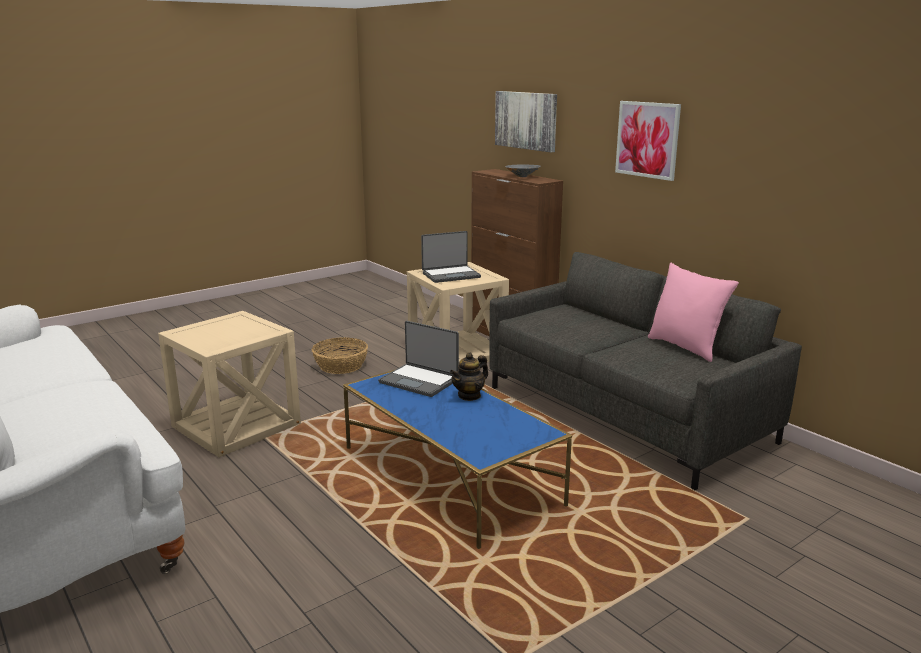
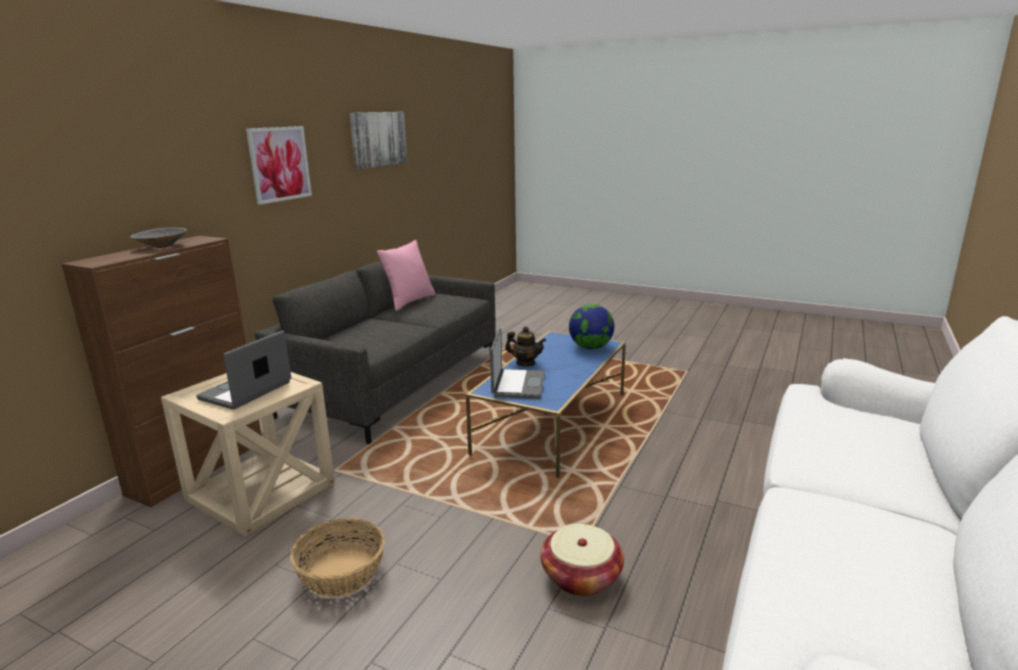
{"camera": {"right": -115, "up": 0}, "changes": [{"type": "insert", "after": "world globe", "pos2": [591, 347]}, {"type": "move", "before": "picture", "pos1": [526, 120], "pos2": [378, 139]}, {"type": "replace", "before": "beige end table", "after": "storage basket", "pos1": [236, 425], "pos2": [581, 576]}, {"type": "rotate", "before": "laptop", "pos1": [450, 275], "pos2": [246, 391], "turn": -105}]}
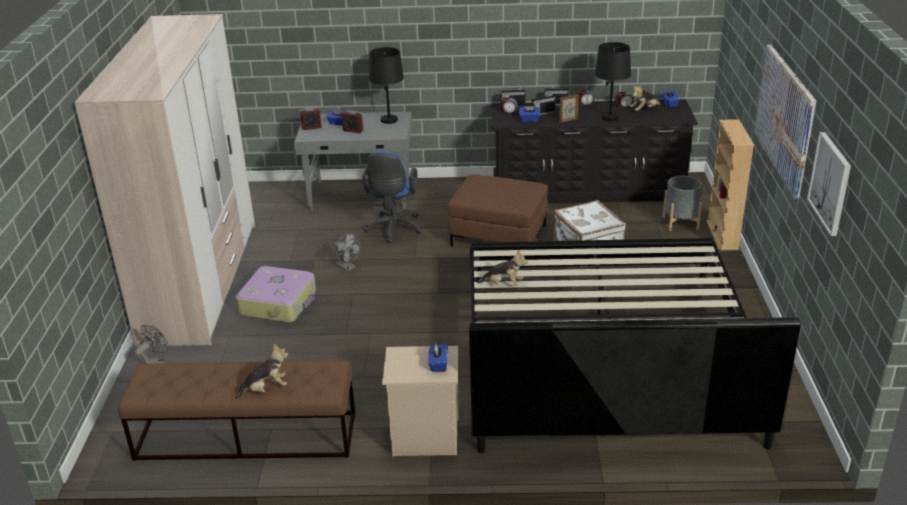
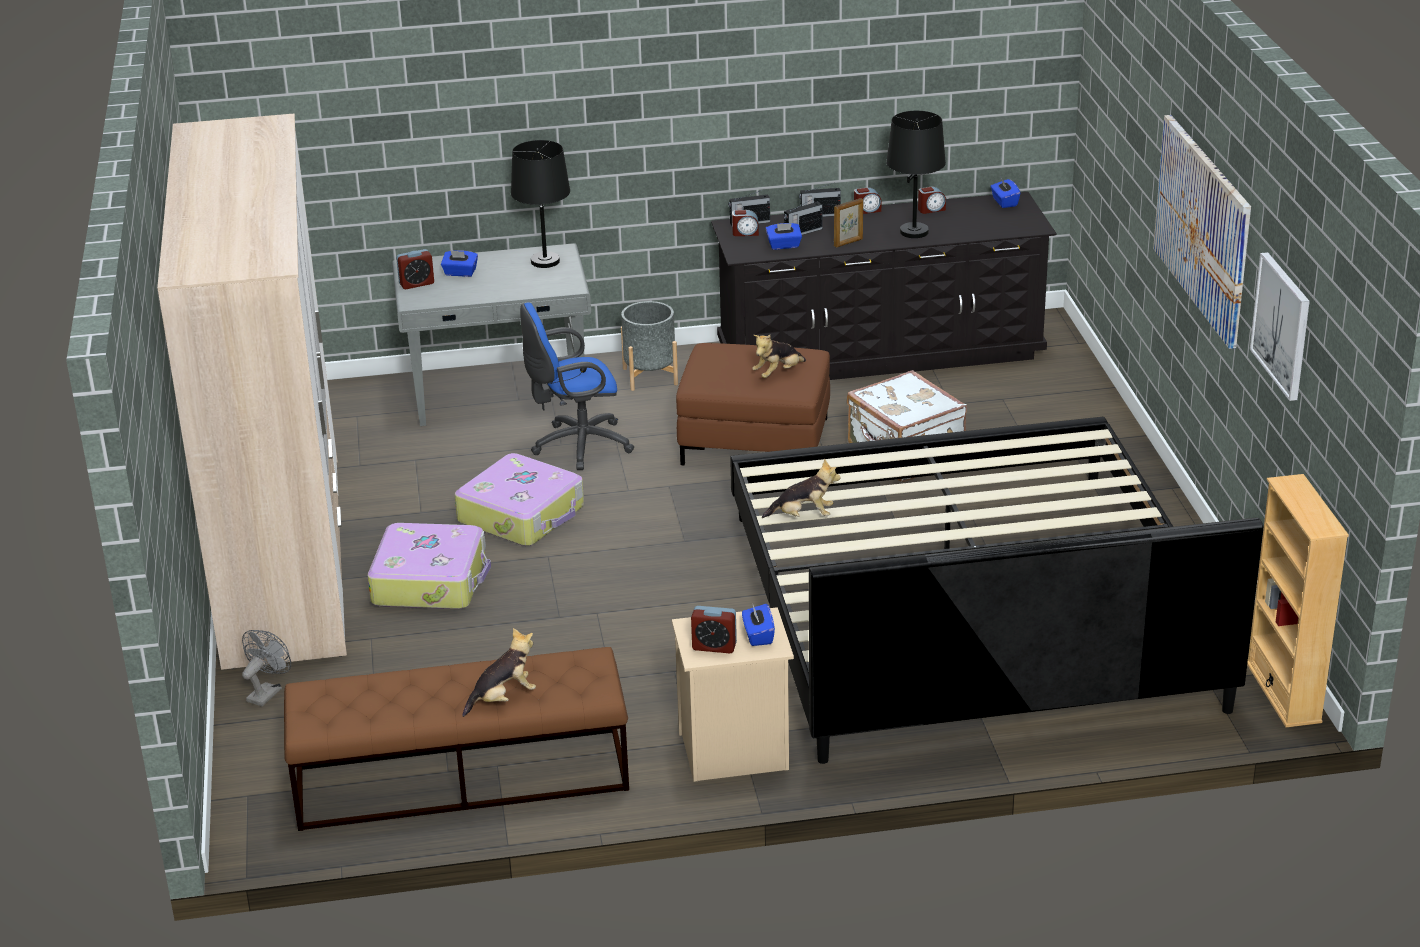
{"camera": {"right": -10, "up": 0}, "changes": [{"type": "move", "before": "table clock", "pos1": [353, 130], "pos2": [714, 646]}, {"type": "move", "before": "cuddly toy", "pos1": [644, 110], "pos2": [778, 373]}, {"type": "move", "before": "gray flower pot", "pos1": [680, 223], "pos2": [650, 376]}, {"type": "move", "before": "beige shelving unit", "pos1": [722, 235], "pos2": [1283, 692]}, {"type": "replace", "before": "gray electric fan", "after": "piece of luggage", "pos1": [347, 267], "pos2": [523, 514]}, {"type": "rotate", "before": "blue-coloured computer chair", "pos1": [393, 229], "pos2": [577, 446], "turn": 75}]}
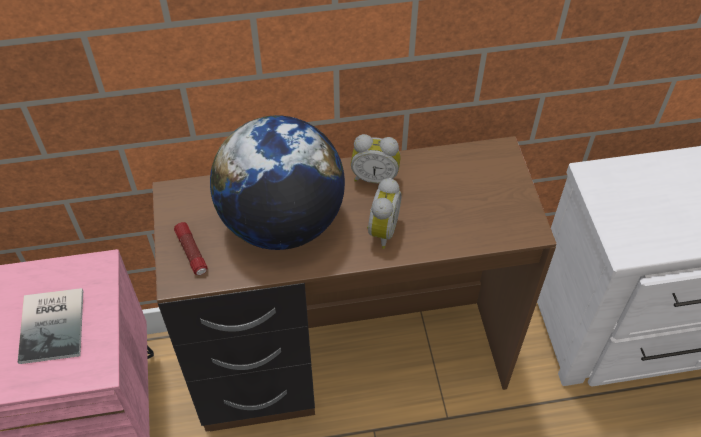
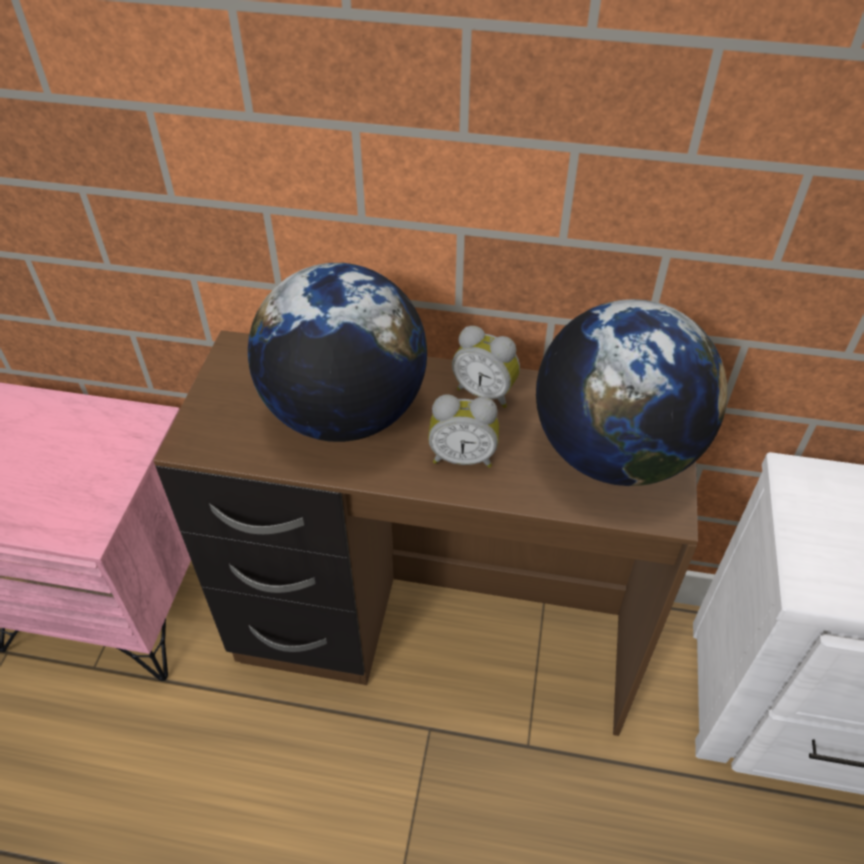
{"camera": {"right": 20, "up": -5}, "changes": [{"type": "delete", "before": "book", "pos1": [54, 324]}, {"type": "delete", "before": "flashlight", "pos1": [192, 253]}, {"type": "insert", "after": "world globe", "pos2": [614, 452]}, {"type": "rotate", "before": "table clock", "pos1": [380, 230], "pos2": [463, 456], "turn": 60}]}
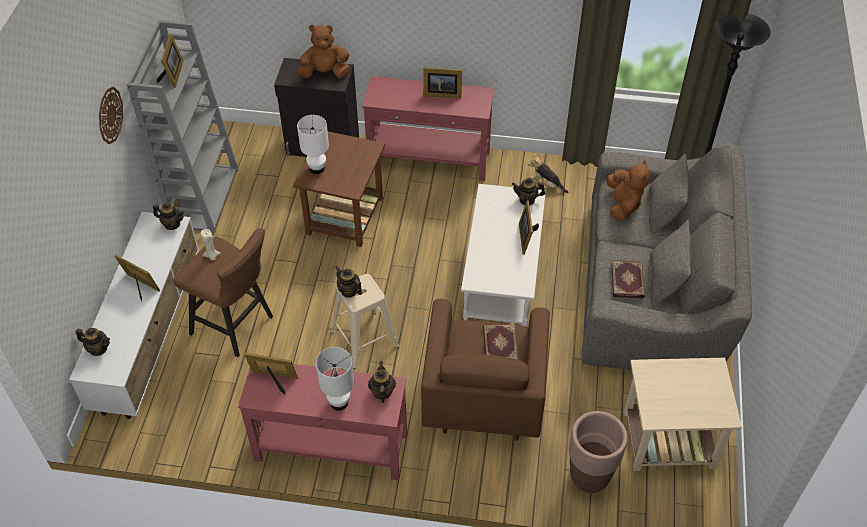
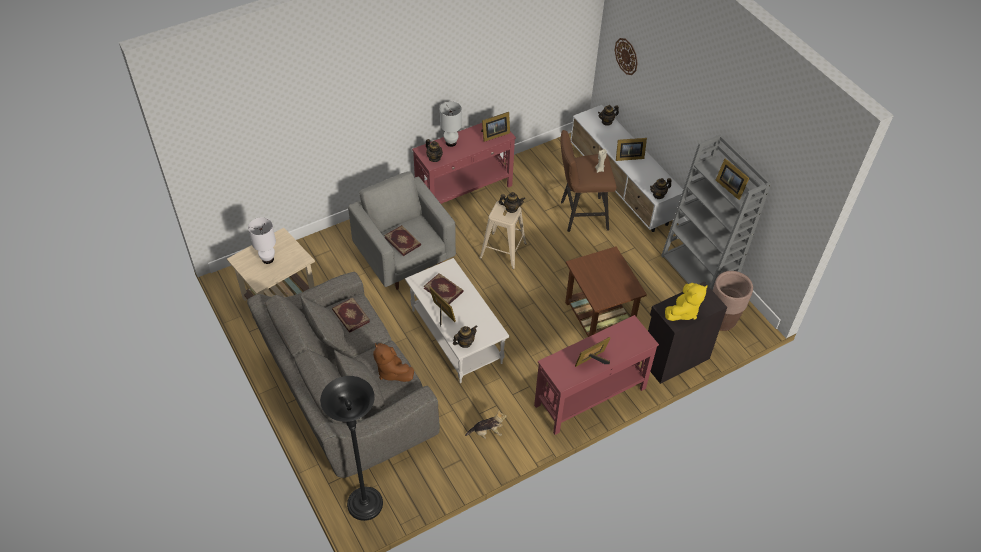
{"camera": {"right": 140, "up": 0}, "changes": [{"type": "insert", "after": "book", "pos2": [444, 290]}, {"type": "move", "before": "hanging clock", "pos1": [110, 115], "pos2": [626, 56]}, {"type": "move", "before": "white table lamp", "pos1": [317, 169], "pos2": [267, 259]}, {"type": "move", "before": "brown flower pot", "pos1": [589, 476], "pos2": [722, 321]}, {"type": "recolor", "before": "brown cuddly toy", "after": "yellow-coloured cuddly toy", "pos1": [325, 73], "pos2": [683, 311]}, {"type": "recolor", "before": "brown armchair", "after": "gray armchair", "pos1": [483, 400], "pos2": [404, 258]}]}
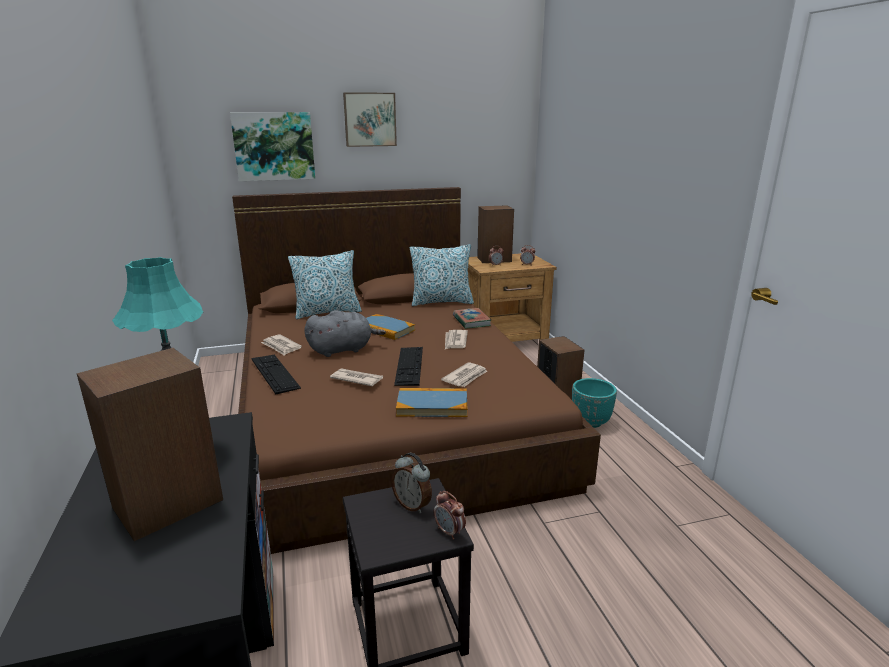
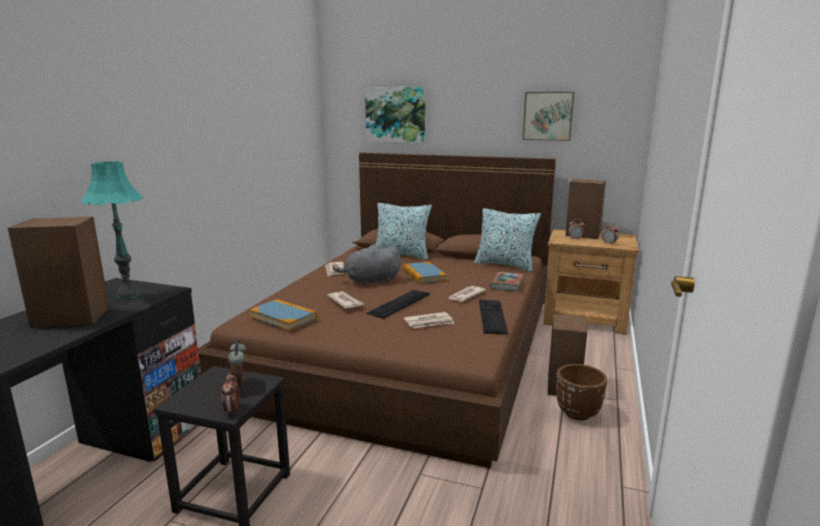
{"camera": {"right": 35, "up": -5}, "changes": [{"type": "move", "before": "PC keyboard", "pos1": [275, 373], "pos2": [492, 316]}, {"type": "move", "before": "picture", "pos1": [370, 119], "pos2": [548, 116]}, {"type": "move", "before": "book", "pos1": [432, 405], "pos2": [283, 317]}, {"type": "recolor", "before": "blue-green flower pot", "after": "brown flower pot", "pos1": [590, 422], "pos2": [577, 414]}, {"type": "rotate", "before": "gray cuddly toy", "pos1": [343, 349], "pos2": [370, 281], "turn": 150}]}
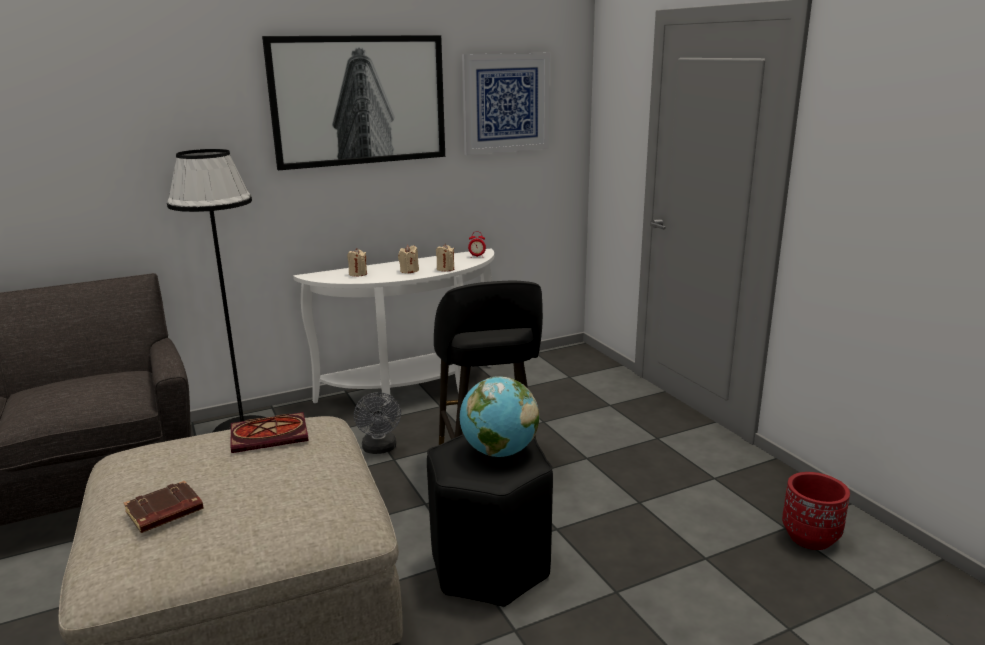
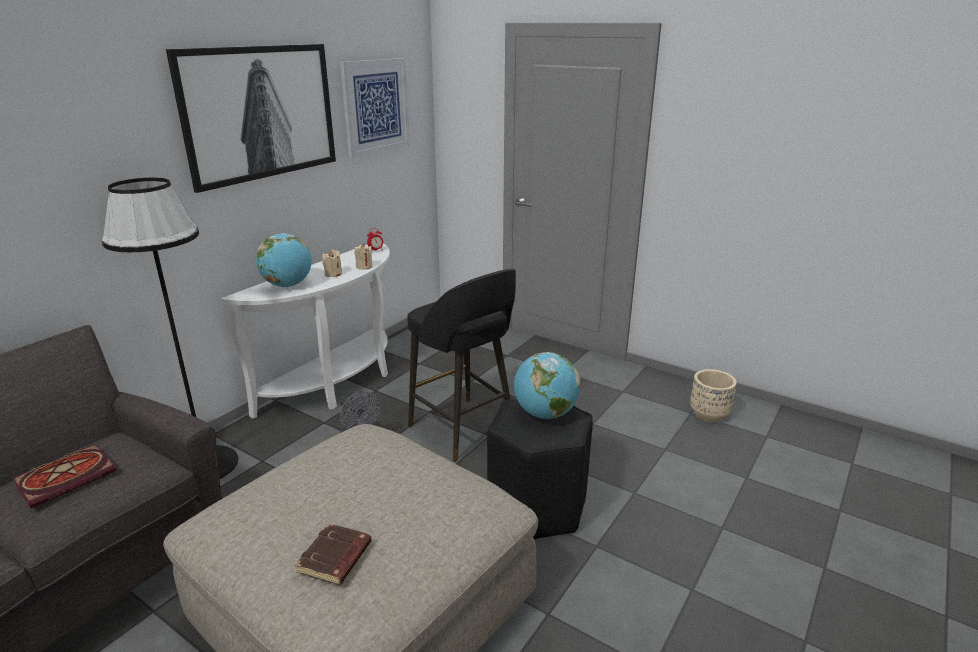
{"camera": {"right": -30, "up": 5}, "changes": [{"type": "move", "before": "book", "pos1": [271, 435], "pos2": [68, 476]}, {"type": "replace", "before": "beige wax light", "after": "world globe", "pos1": [358, 274], "pos2": [288, 285]}, {"type": "recolor", "before": "red-coloured flower pot", "after": "beige flower pot", "pos1": [810, 538], "pos2": [709, 414]}]}
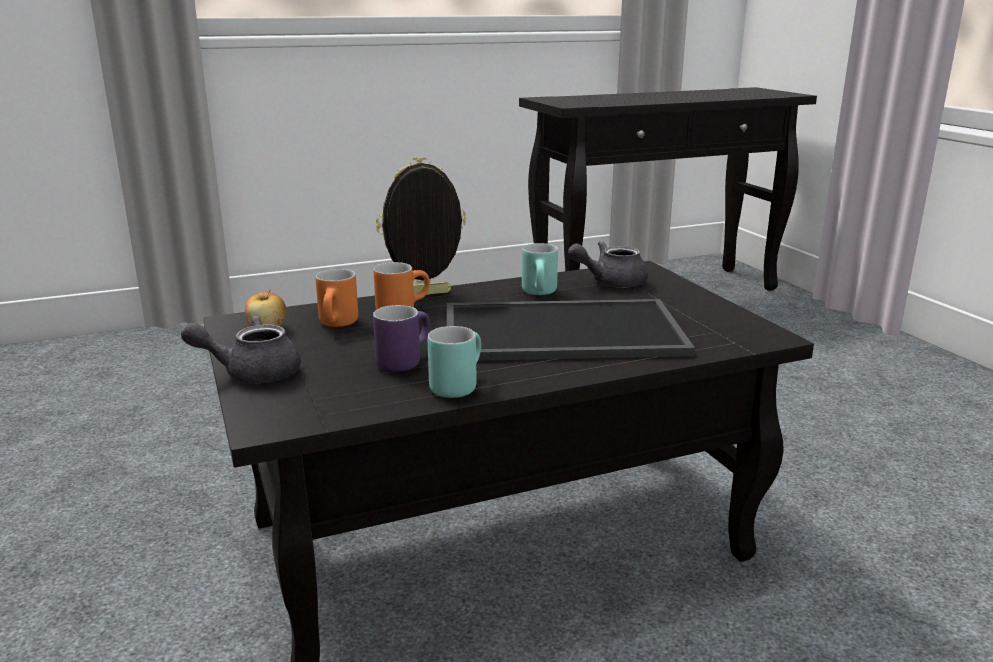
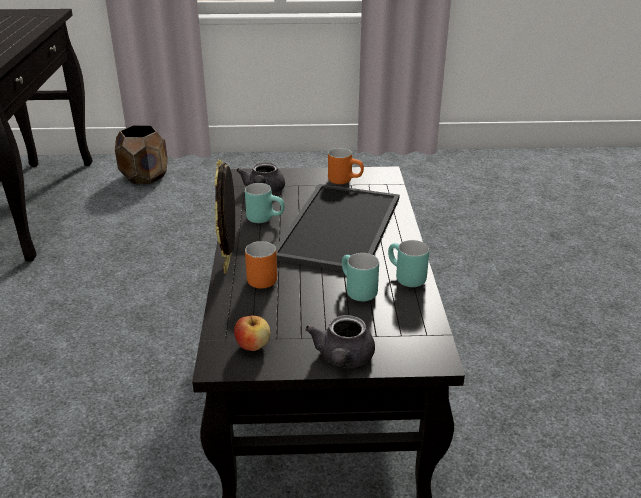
{"camera": {"right": -70, "up": 10}, "changes": [{"type": "insert", "after": "brown flower pot", "pos2": [145, 177]}, {"type": "move", "before": "orange coffee mug", "pos1": [339, 325], "pos2": [345, 180]}, {"type": "recolor", "before": "purple coffee mug", "after": "blue-green coffee mug", "pos1": [403, 360], "pos2": [355, 291]}]}
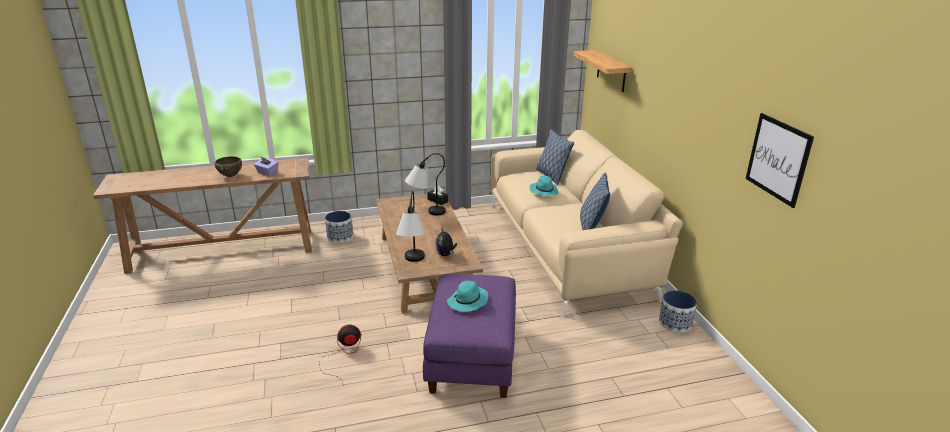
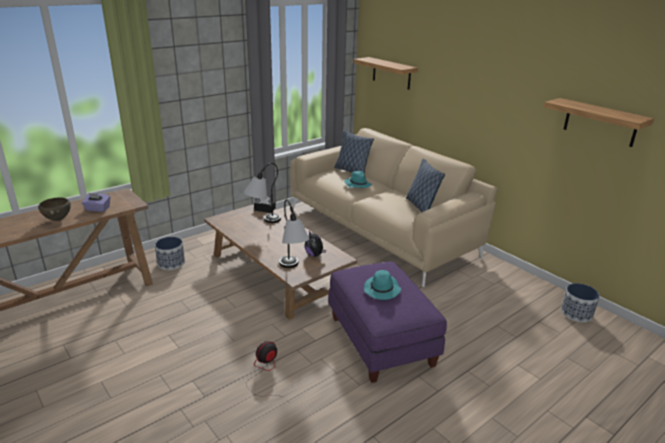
{"camera": {"right": -25, "up": 0}, "changes": [{"type": "move", "before": "flower pot", "pos1": [675, 323], "pos2": [576, 314]}, {"type": "replace", "before": "picture", "after": "bracket shelf", "pos1": [778, 159], "pos2": [600, 122]}]}
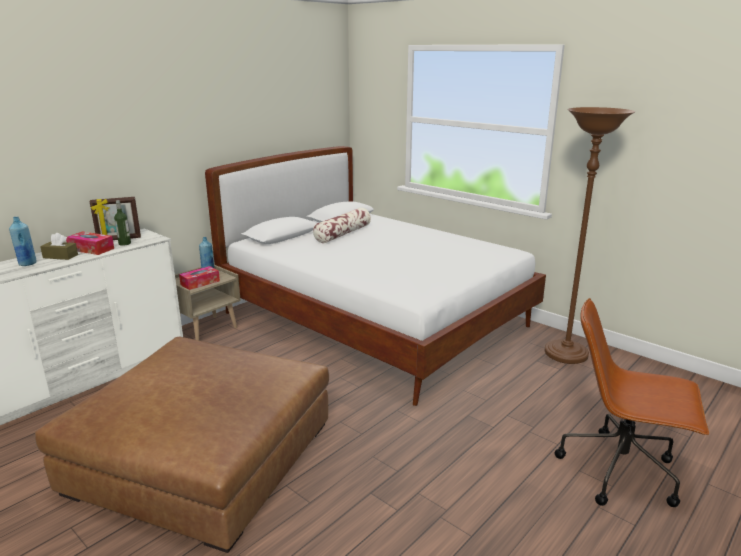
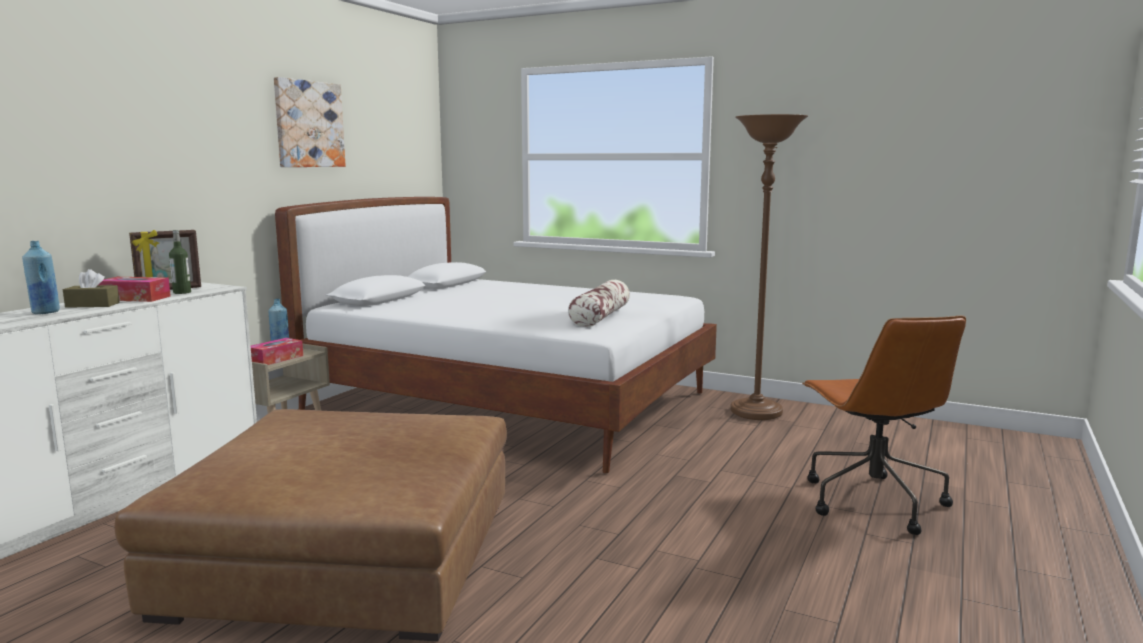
{"camera": {"right": -15, "up": -10}, "changes": [{"type": "insert", "after": "picture", "pos2": [309, 124]}, {"type": "move", "before": "cushion", "pos1": [343, 234], "pos2": [600, 317]}, {"type": "rotate", "before": "brown computer chair", "pos1": [621, 471], "pos2": [872, 501], "turn": -105}]}
